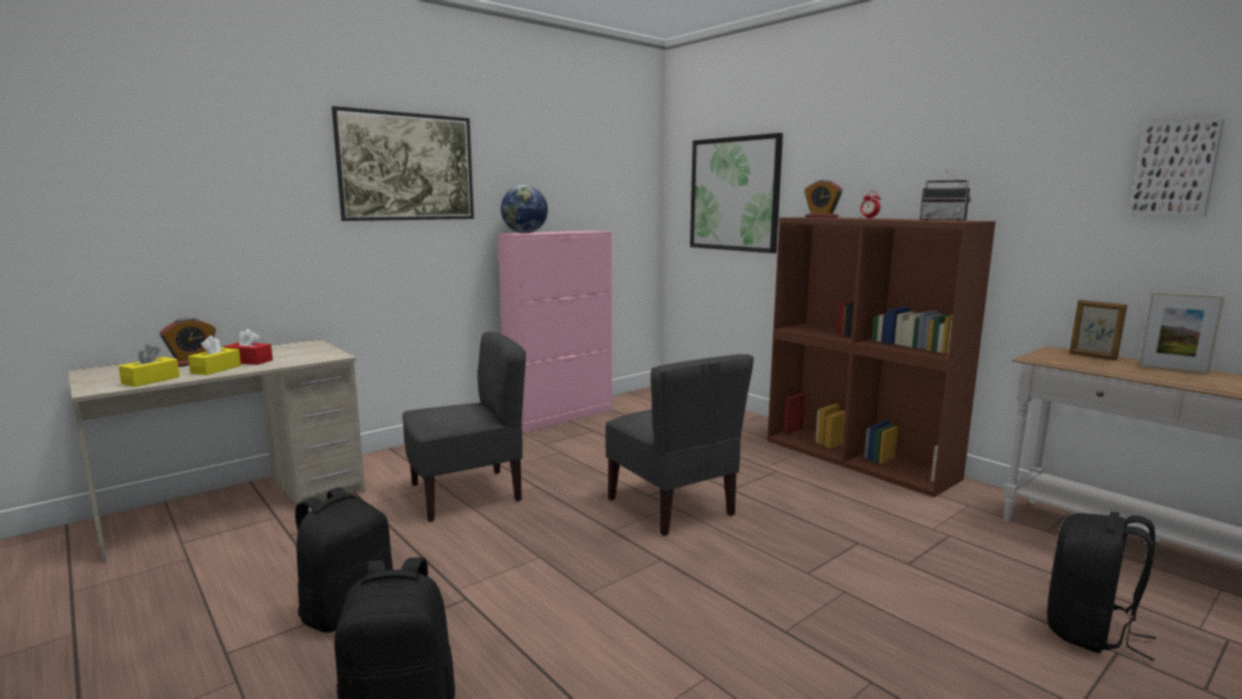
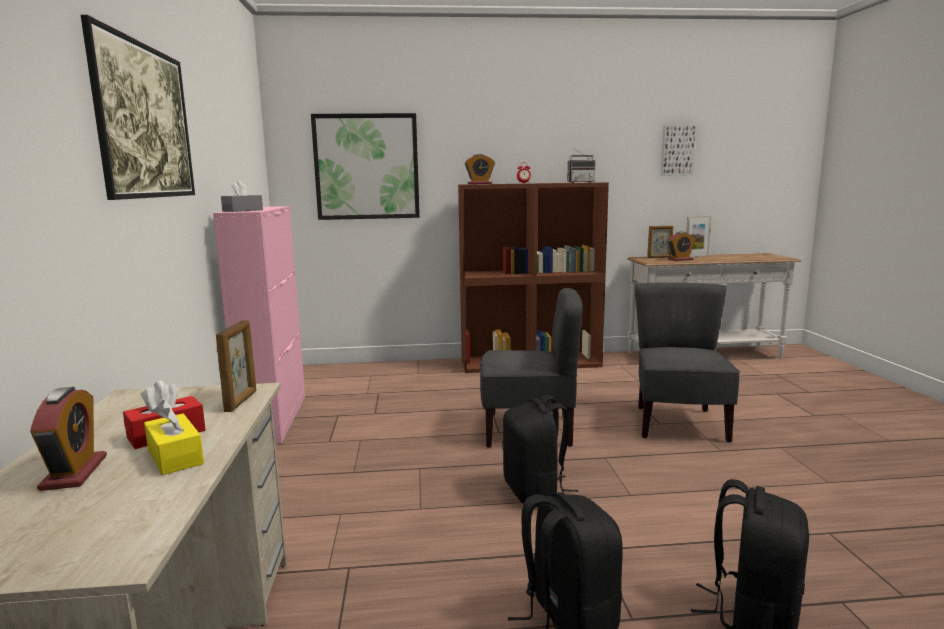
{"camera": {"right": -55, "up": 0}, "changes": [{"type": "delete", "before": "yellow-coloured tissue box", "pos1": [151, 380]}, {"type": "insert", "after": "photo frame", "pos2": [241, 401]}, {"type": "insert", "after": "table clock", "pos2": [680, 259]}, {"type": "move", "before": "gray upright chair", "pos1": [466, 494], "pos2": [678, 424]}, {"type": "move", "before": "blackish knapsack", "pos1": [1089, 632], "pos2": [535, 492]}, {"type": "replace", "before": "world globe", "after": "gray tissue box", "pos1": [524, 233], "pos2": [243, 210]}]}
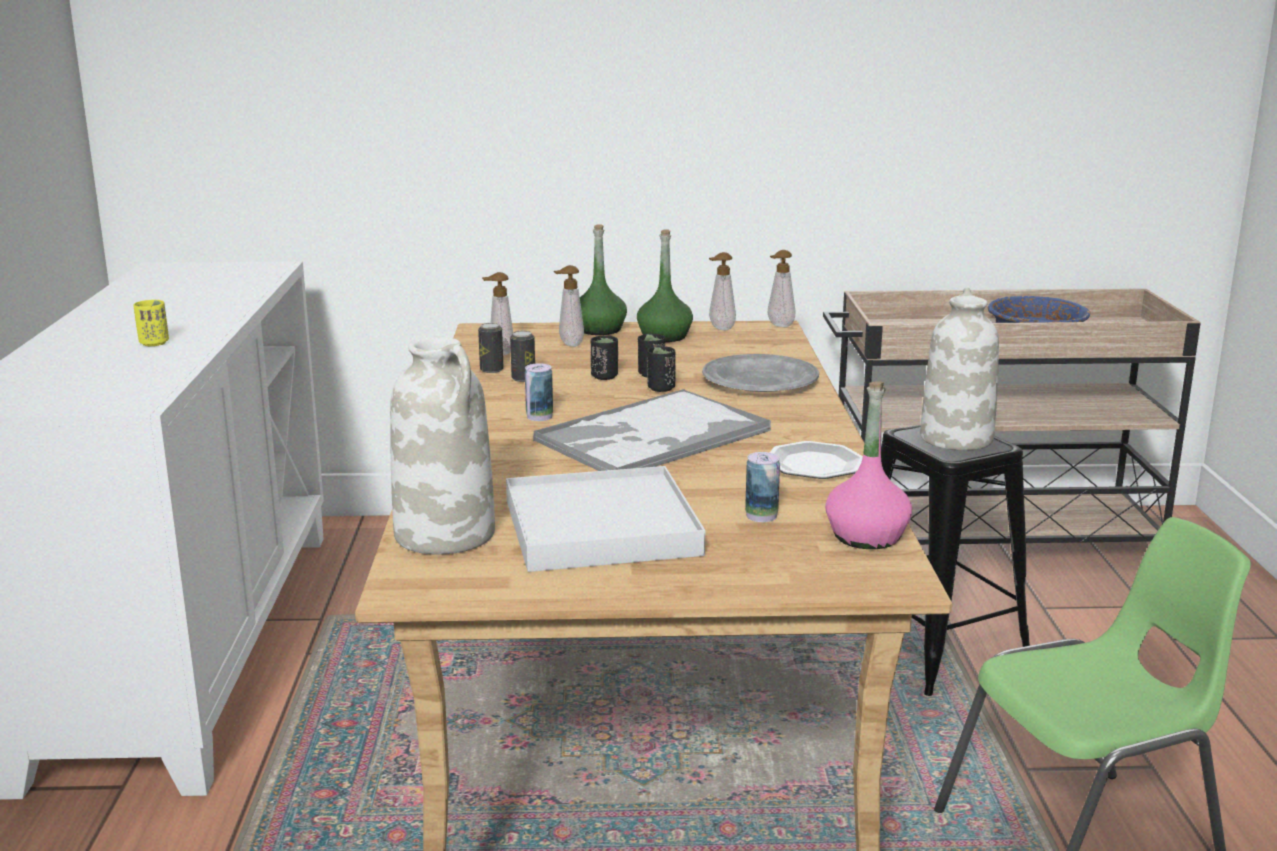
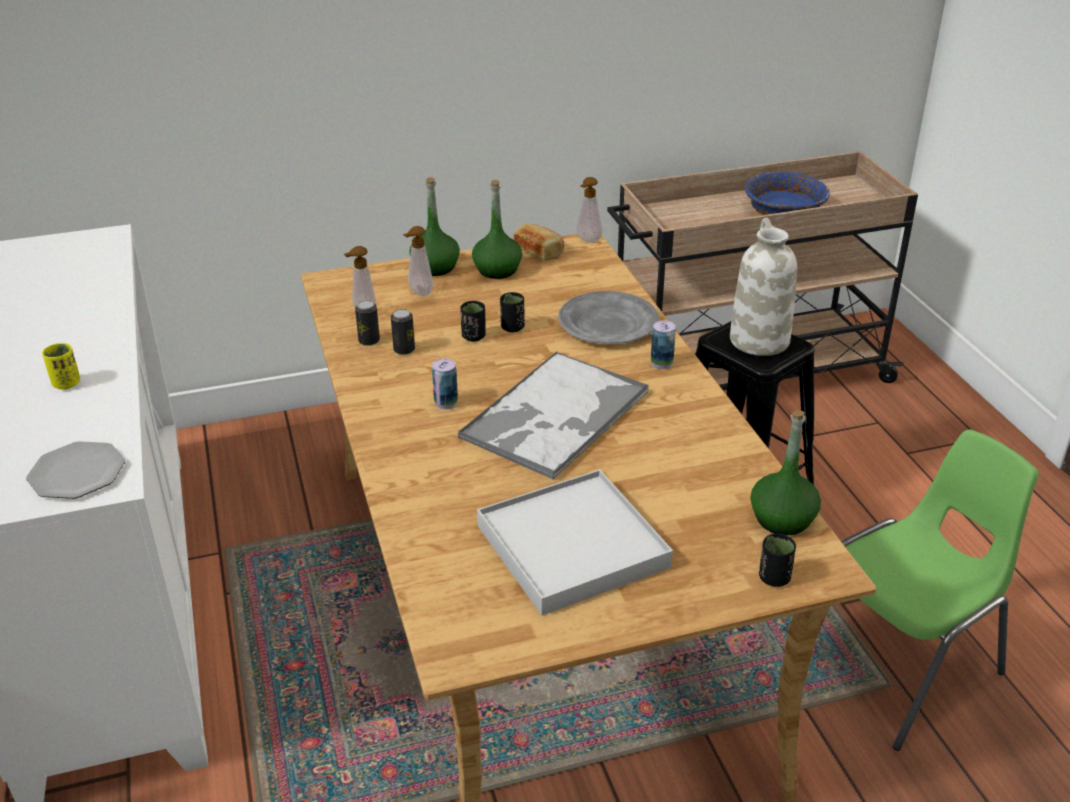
{"camera": {"right": -15, "up": 15}, "changes": [{"type": "delete", "before": "white decorative vase", "pos1": [447, 534]}, {"type": "move", "before": "blackish drinking cup", "pos1": [661, 388], "pos2": [774, 578]}, {"type": "move", "before": "can", "pos1": [761, 516], "pos2": [661, 363]}, {"type": "move", "before": "plate", "pos1": [815, 465], "pos2": [77, 474]}, {"type": "replace", "before": "soap bottle", "after": "baked bread", "pos1": [720, 328], "pos2": [539, 251]}, {"type": "recolor", "before": "pinkish bottle", "after": "green bottle", "pos1": [866, 536], "pos2": [782, 519]}]}
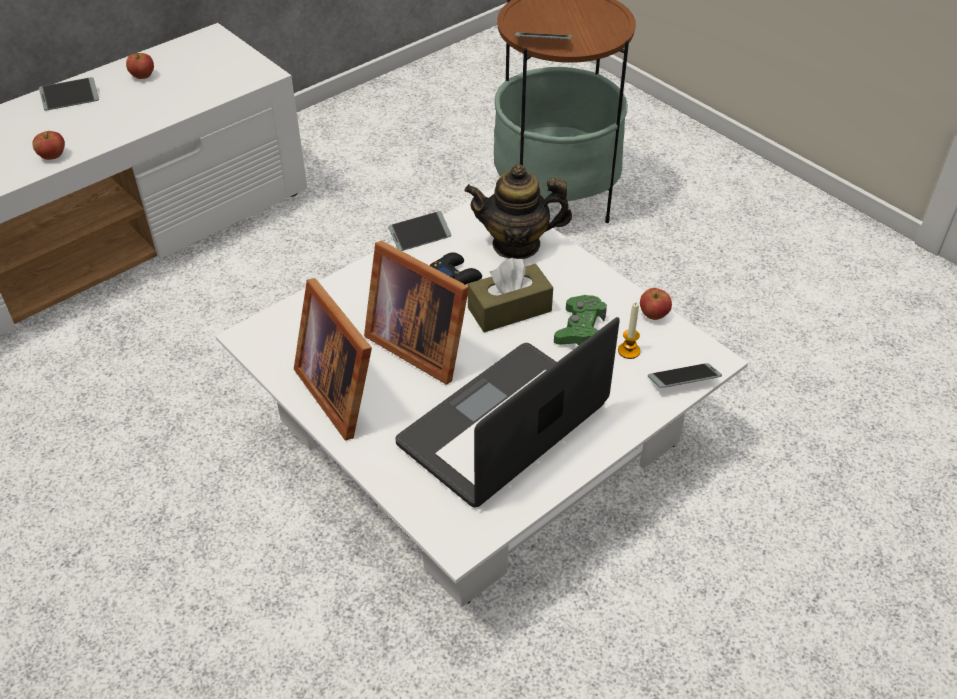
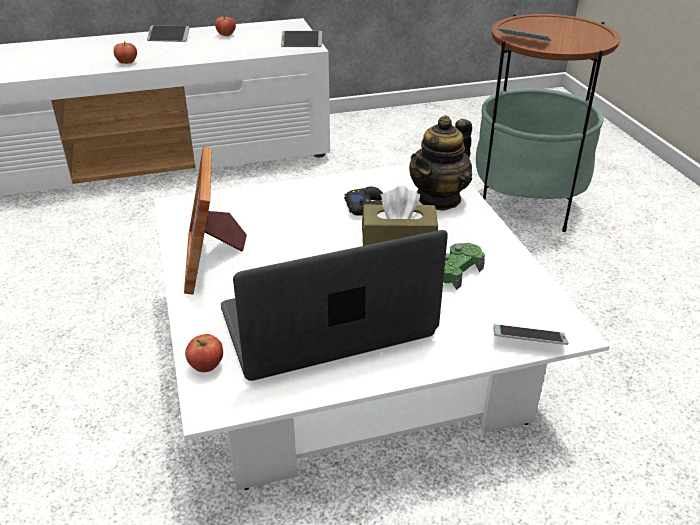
{"camera": {"right": 25, "up": -10}, "changes": [{"type": "delete", "before": "photo frame", "pos1": [418, 344]}, {"type": "delete", "before": "wax light", "pos1": [629, 351]}, {"type": "move", "before": "handset", "pos1": [420, 236], "pos2": [301, 43]}, {"type": "move", "before": "whole apple", "pos1": [653, 314], "pos2": [207, 366]}, {"type": "rotate", "before": "pot for tea", "pos1": [516, 244], "pos2": [439, 198], "turn": -75}]}
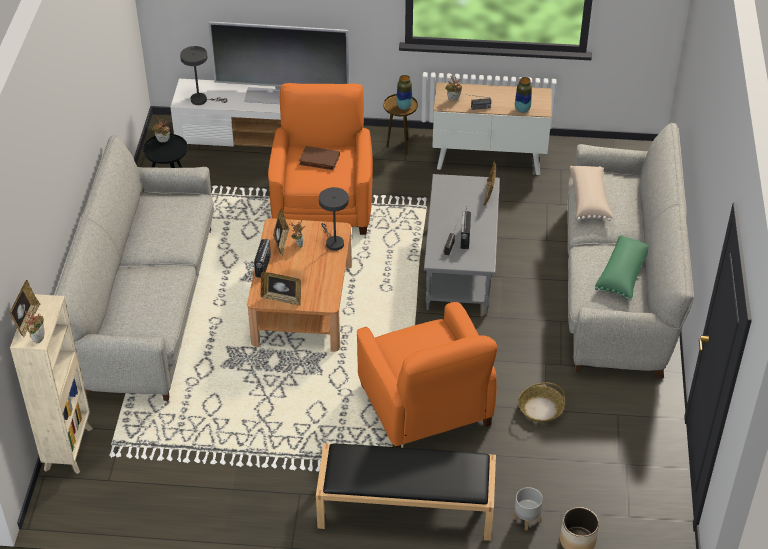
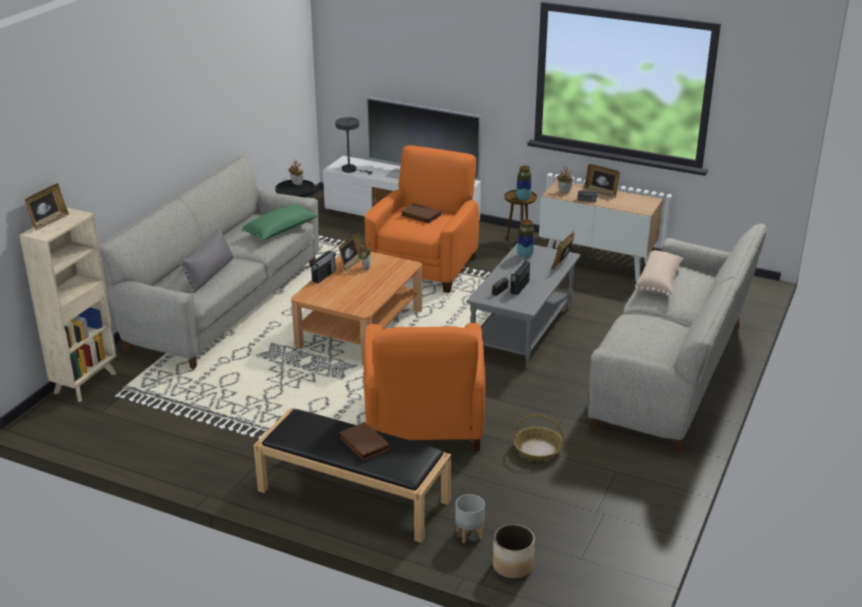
{"camera": {"right": 20, "up": -15}, "changes": [{"type": "delete", "before": "potted plant", "pos1": [38, 338]}, {"type": "delete", "before": "gray table lamp", "pos1": [333, 242]}, {"type": "insert", "after": "gray cushion", "pos2": [210, 274]}, {"type": "insert", "after": "brown book", "pos2": [363, 444]}, {"type": "move", "before": "photo frame", "pos1": [281, 299], "pos2": [601, 192]}, {"type": "move", "before": "decorative vase", "pos1": [522, 109], "pos2": [525, 256]}, {"type": "move", "before": "green cushion", "pos1": [623, 274], "pos2": [281, 231]}]}
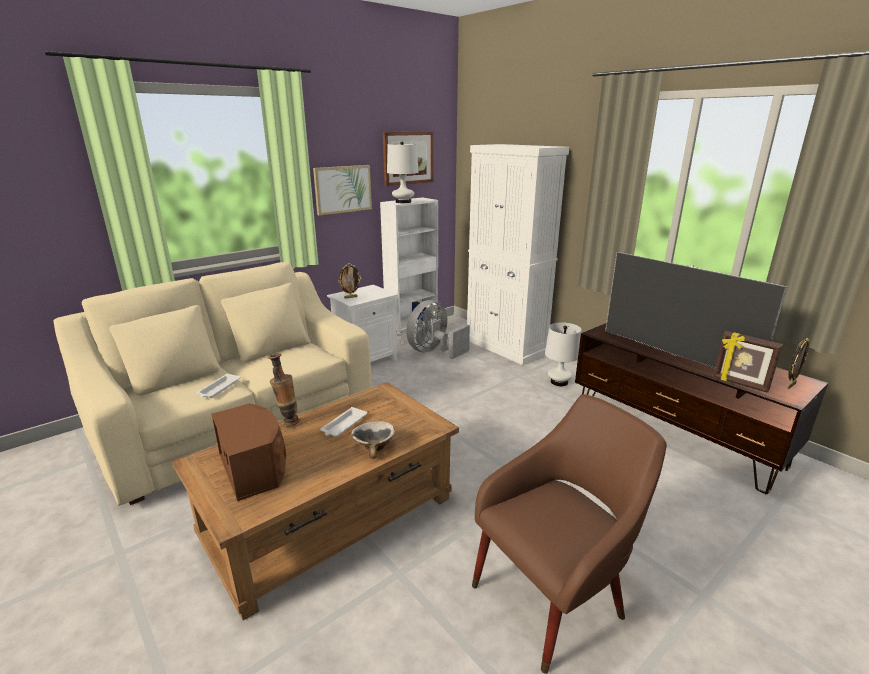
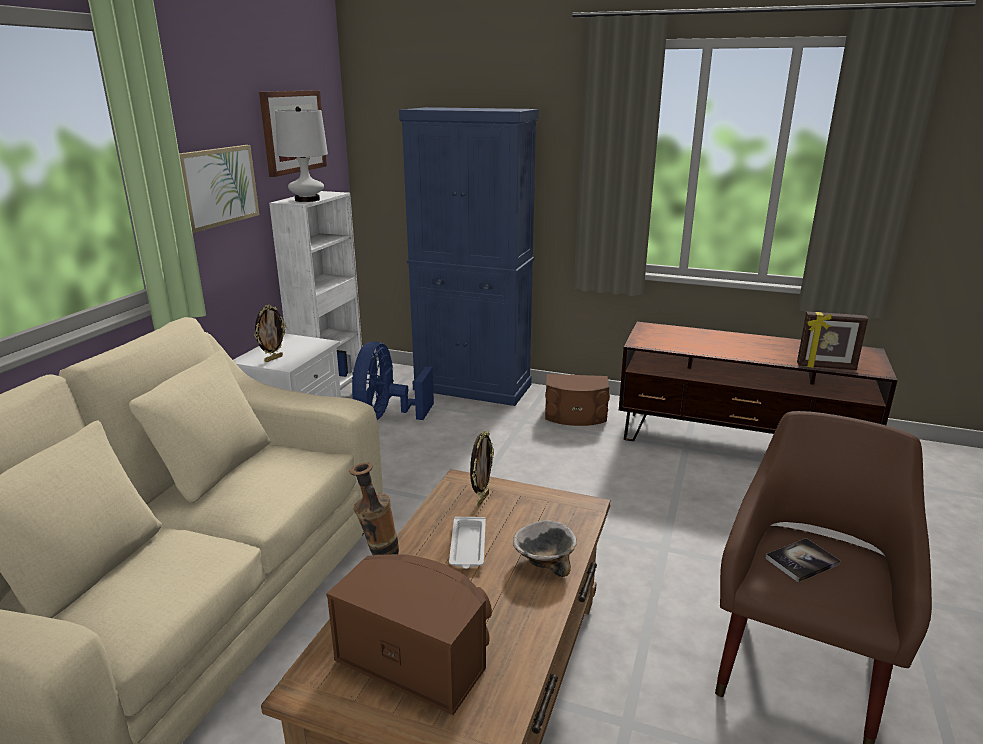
{"camera": {"right": -30, "up": 0}, "changes": [{"type": "delete", "before": "white carrying tray", "pos1": [218, 389]}, {"type": "delete", "before": "TV", "pos1": [674, 354]}, {"type": "insert", "after": "book", "pos2": [802, 561]}, {"type": "move", "before": "photo frame", "pos1": [790, 385], "pos2": [481, 499]}, {"type": "replace", "before": "white table lamp", "after": "brown speaker", "pos1": [559, 382], "pos2": [575, 416]}, {"type": "recolor", "before": "gray electric fan", "after": "blue-coloured electric fan", "pos1": [434, 352], "pos2": [386, 416]}, {"type": "recolor", "before": "white storage cabinet", "after": "blue-coloured storage cabinet", "pos1": [505, 346], "pos2": [473, 387]}]}
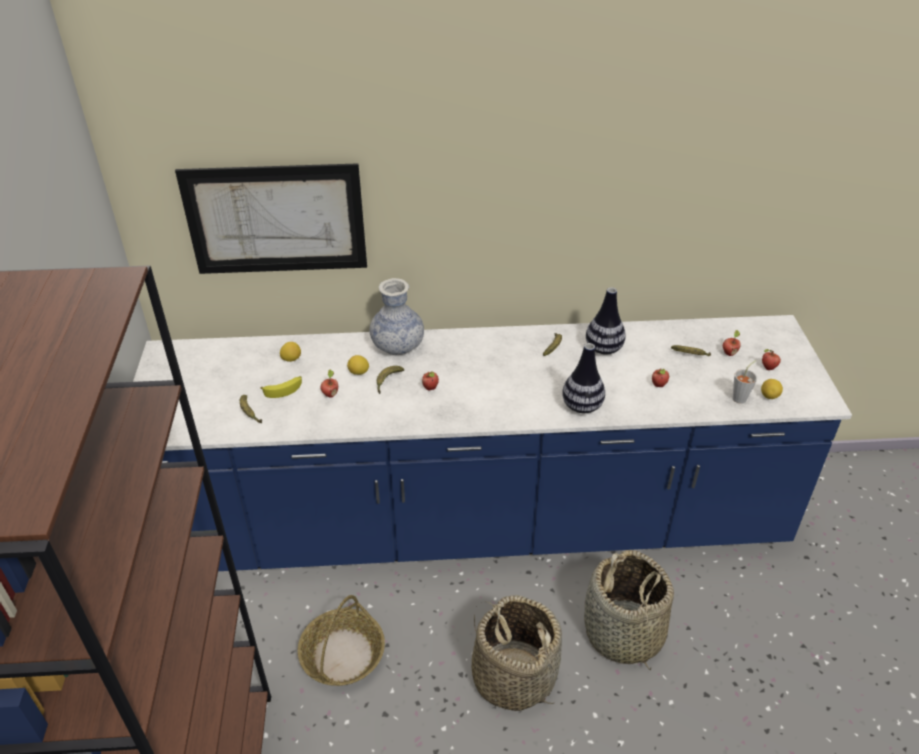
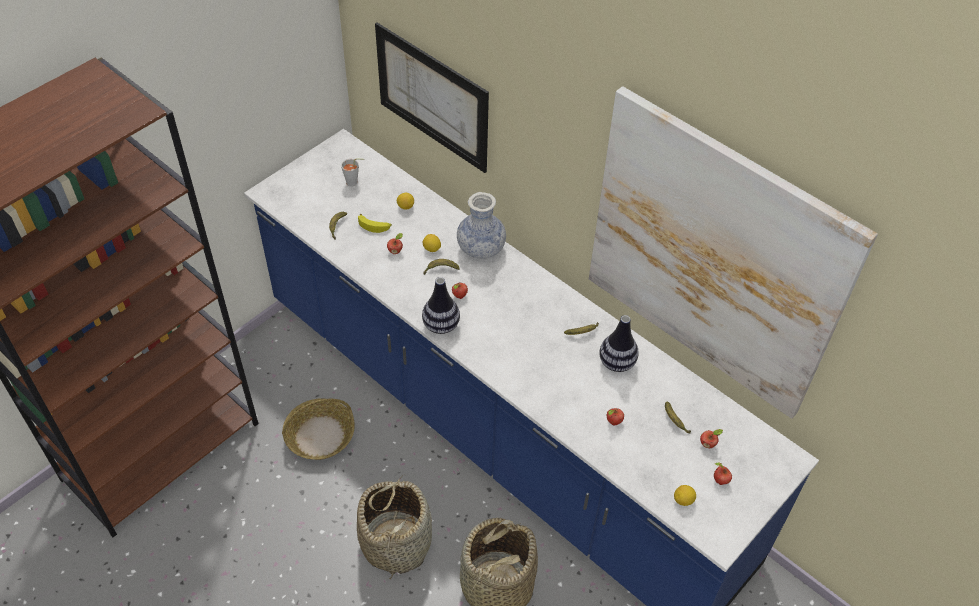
{"camera": {"right": 45, "up": 10}, "changes": [{"type": "insert", "after": "picture", "pos2": [714, 257]}, {"type": "move", "before": "decorative vase", "pos1": [582, 406], "pos2": [441, 325]}, {"type": "move", "before": "gray drinking cup", "pos1": [741, 397], "pos2": [354, 183]}]}
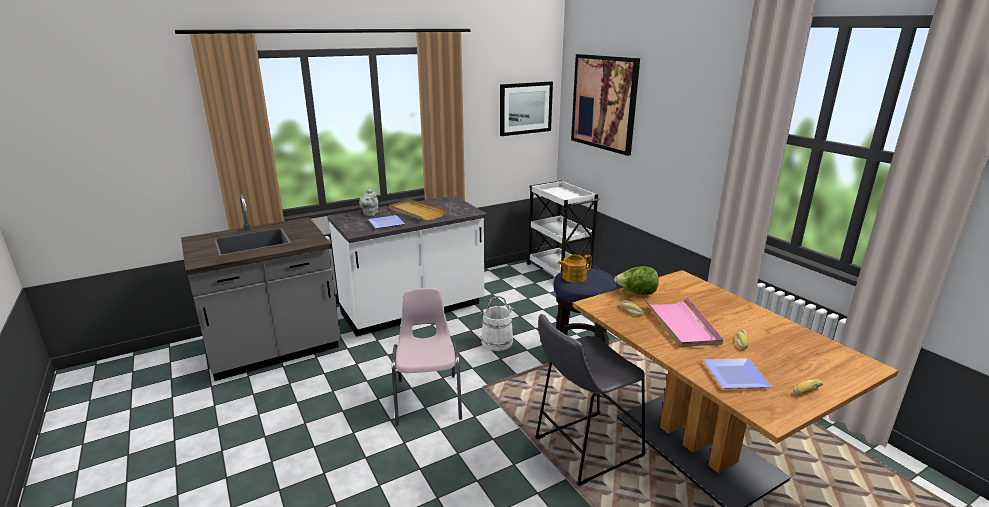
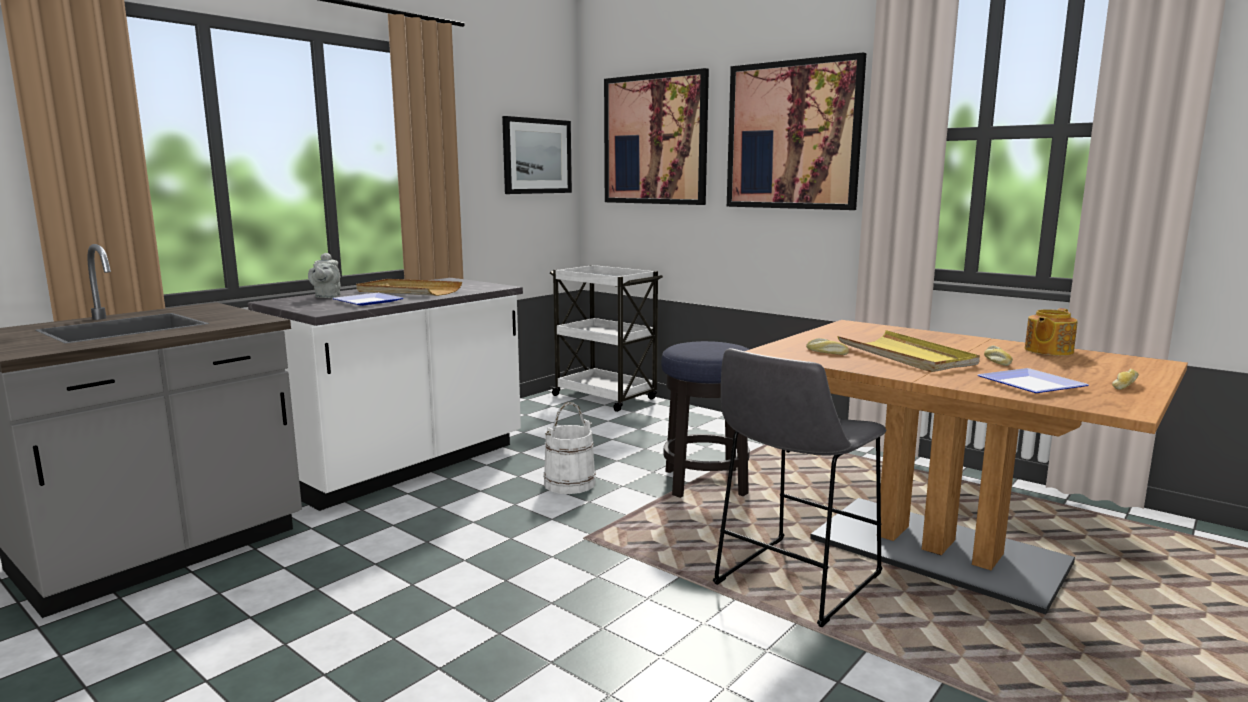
{"camera": {"right": -20, "up": -10}, "changes": [{"type": "delete", "before": "pinkish upright chair", "pos1": [428, 398]}, {"type": "delete", "before": "lettuce head", "pos1": [636, 293]}, {"type": "insert", "after": "picture", "pos2": [792, 135]}, {"type": "move", "before": "pot for tea", "pos1": [573, 277], "pos2": [1047, 350]}, {"type": "recolor", "before": "pinkish carrying tray", "after": "yellow-coloured carrying tray", "pos1": [682, 324], "pos2": [906, 356]}]}
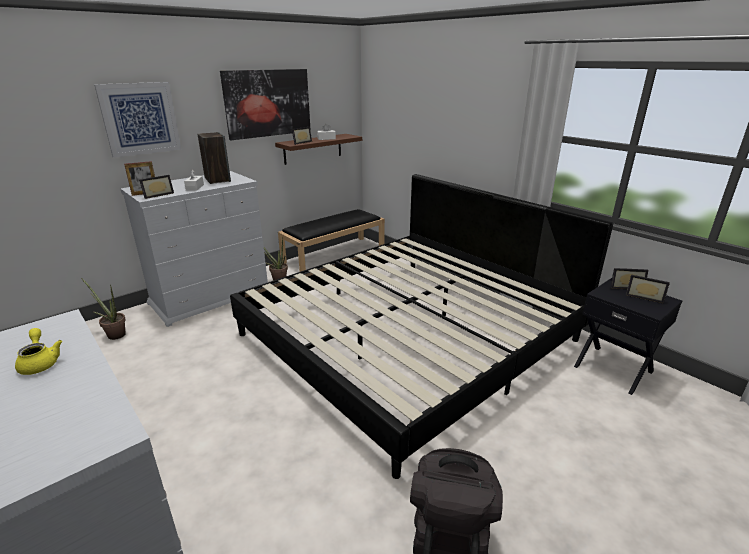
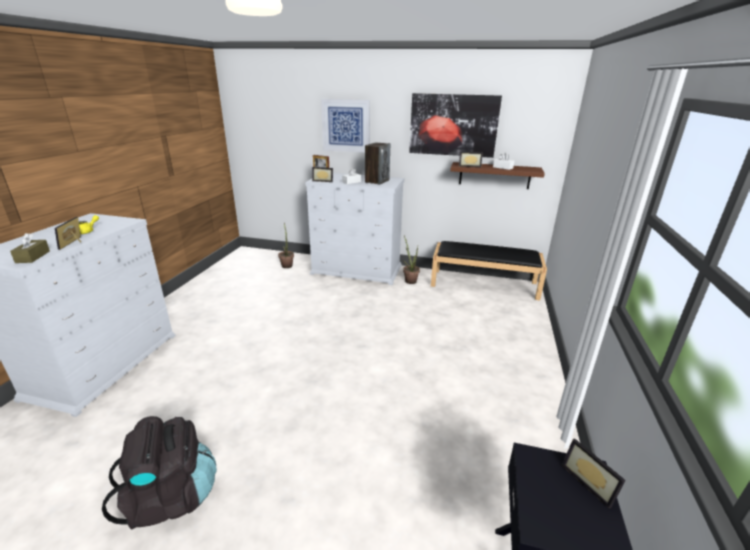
{"camera": {"right": 55, "up": 0}, "changes": [{"type": "delete", "before": "sleeping bed", "pos1": [408, 337]}, {"type": "insert", "after": "brown tissue box", "pos2": [33, 257]}, {"type": "move", "before": "photo frame", "pos1": [644, 297], "pos2": [75, 243]}]}
